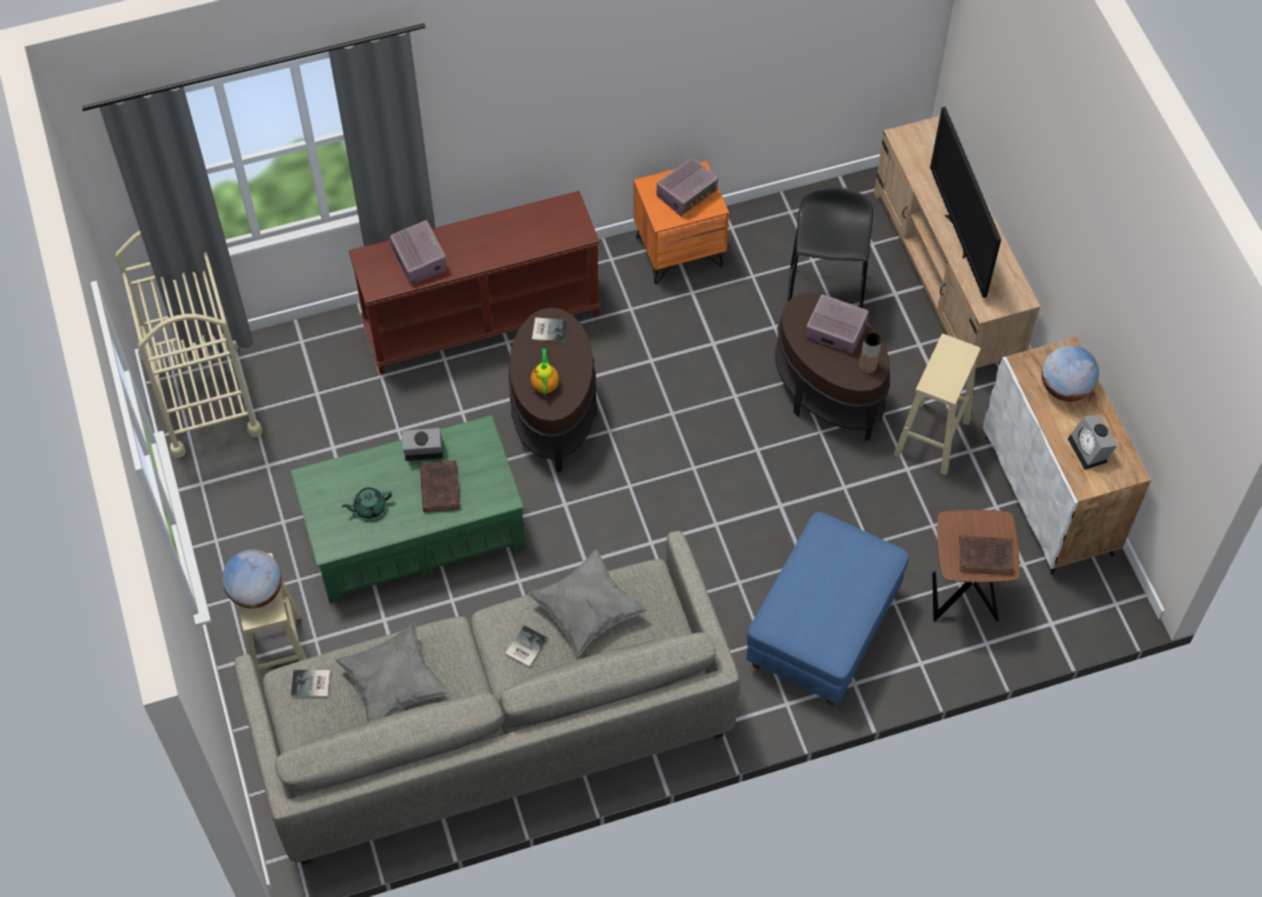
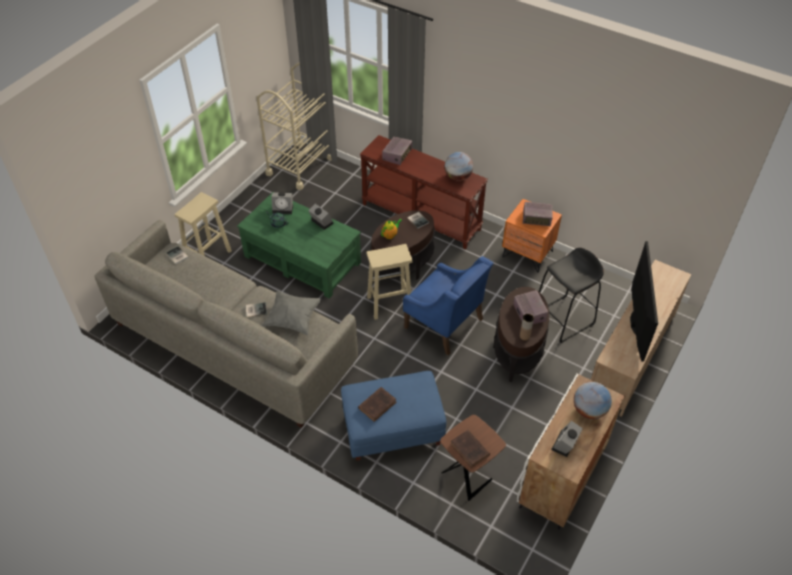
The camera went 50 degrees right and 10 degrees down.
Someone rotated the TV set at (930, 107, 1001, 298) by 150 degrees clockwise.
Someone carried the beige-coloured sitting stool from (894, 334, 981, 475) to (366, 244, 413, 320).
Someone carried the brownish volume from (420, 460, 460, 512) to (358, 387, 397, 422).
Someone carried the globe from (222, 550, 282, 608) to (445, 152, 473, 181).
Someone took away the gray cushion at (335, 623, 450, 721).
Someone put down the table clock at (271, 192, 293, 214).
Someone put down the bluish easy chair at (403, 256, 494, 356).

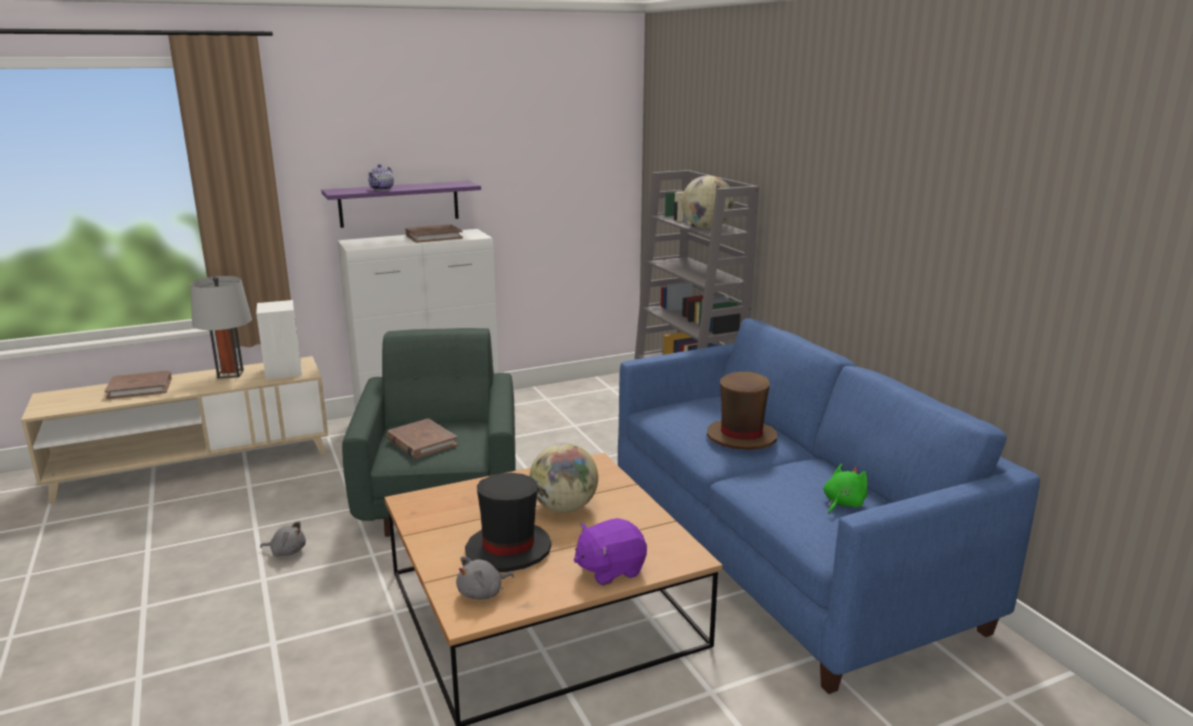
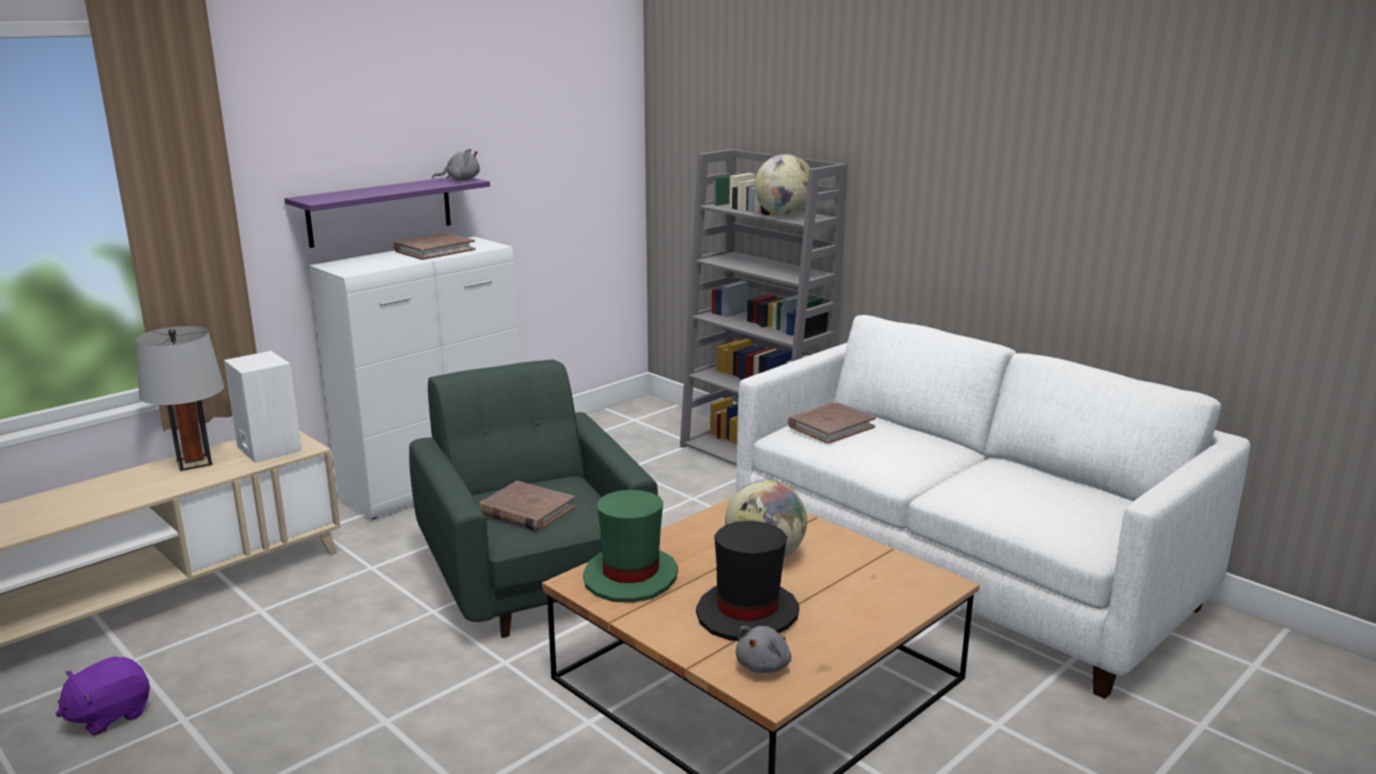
The camera went 20 degrees left and 0 degrees up.
Someone took away the teapot at (368, 164, 394, 191).
Someone repainted the bluish settee at (618, 319, 1040, 694), which became the white-coloured settee at (736, 315, 1250, 699).
Someone carried the brownish volume from (105, 370, 172, 399) to (788, 402, 876, 444).
Someone took away the brownish clothing hat at (707, 372, 777, 450).
Someone took away the green cuddly toy at (824, 464, 868, 514).
Someone carried the purple cuddly toy from (574, 518, 647, 586) to (56, 656, 150, 736).
Someone carried the gray cuddly toy from (260, 521, 306, 556) to (432, 149, 480, 181).
Someone put down the green clothing hat at (583, 490, 678, 603).

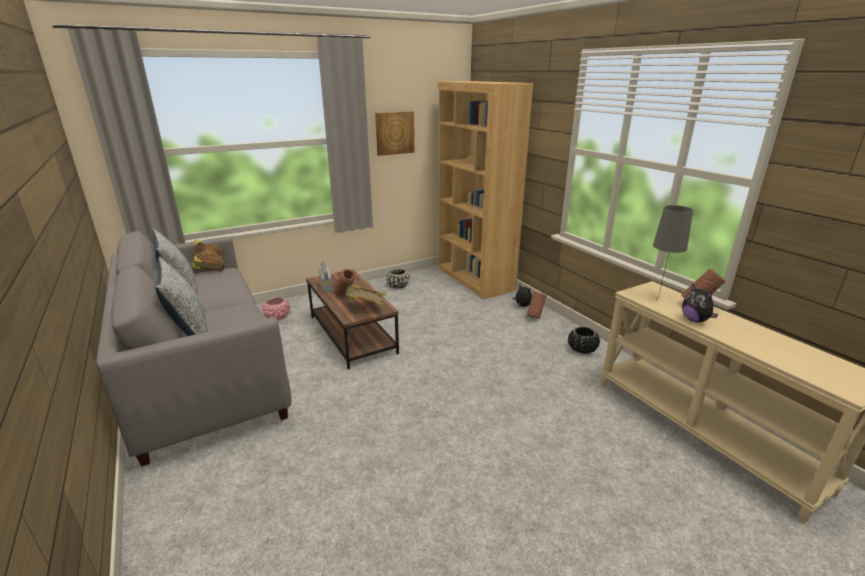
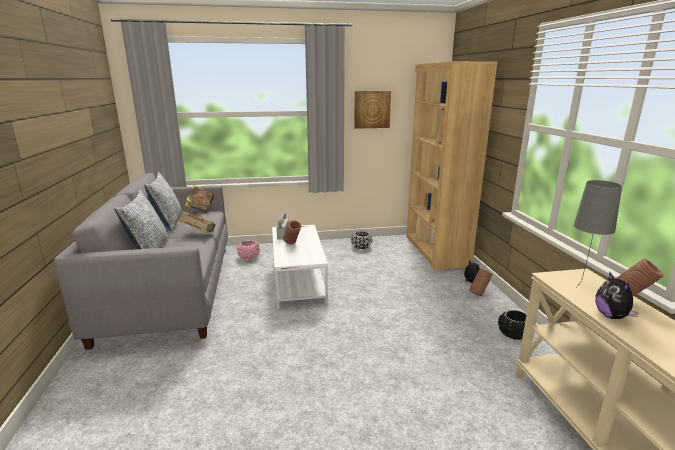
The camera went 20 degrees right and 5 degrees down.
Someone repainted the brownish lounge table at (306, 269, 399, 369), which became the white-coloured lounge table at (272, 225, 328, 309).
Someone carried the volume from (344, 285, 386, 305) to (178, 211, 216, 233).

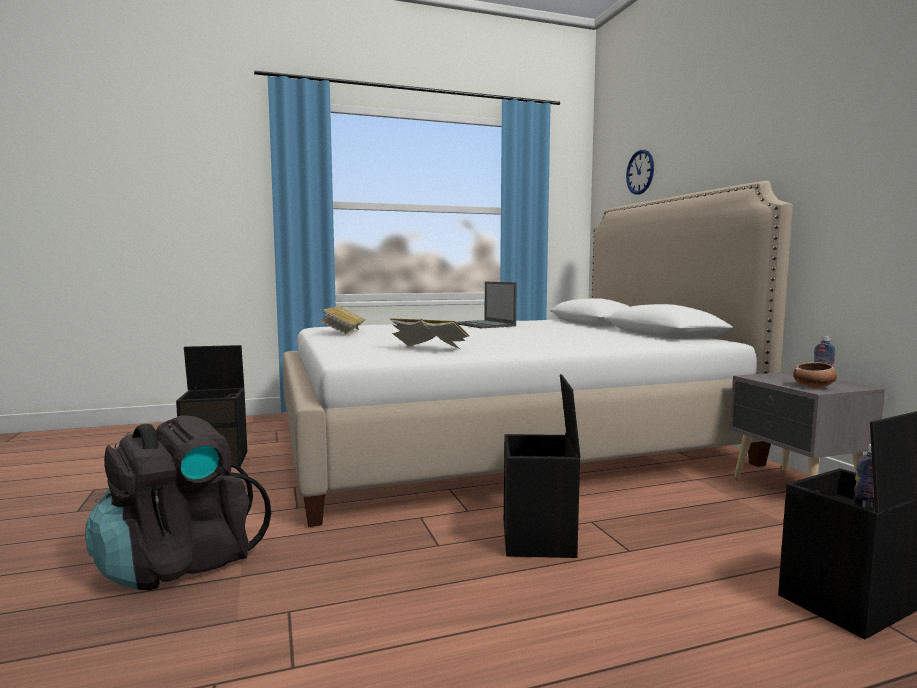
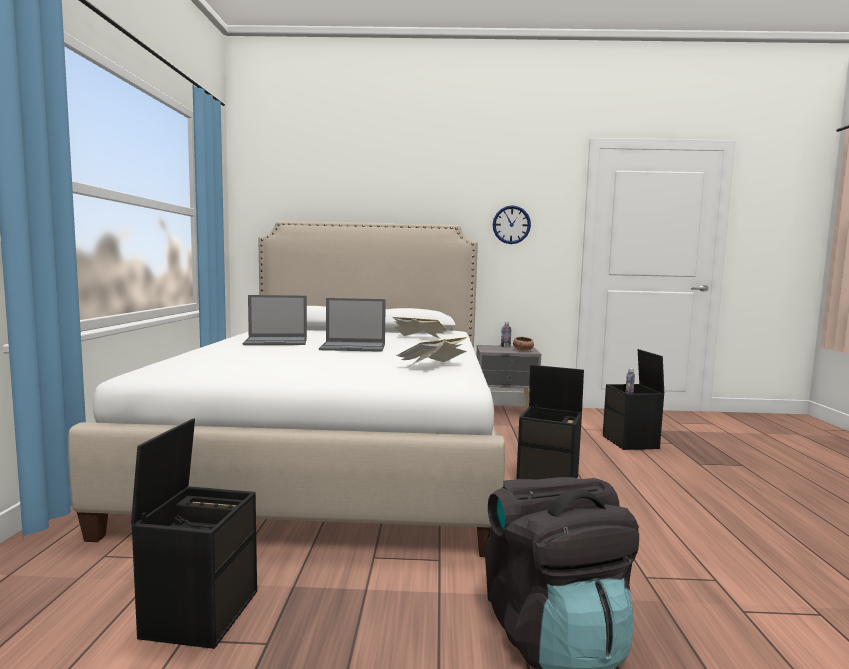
The camera went 70 degrees left and 0 degrees up.
Someone carried the hanging clock from (626, 150, 654, 195) to (493, 205, 531, 244).
Someone carried the volume from (320, 306, 366, 335) to (393, 317, 446, 339).
Someone put down the laptop at (319, 298, 386, 352).

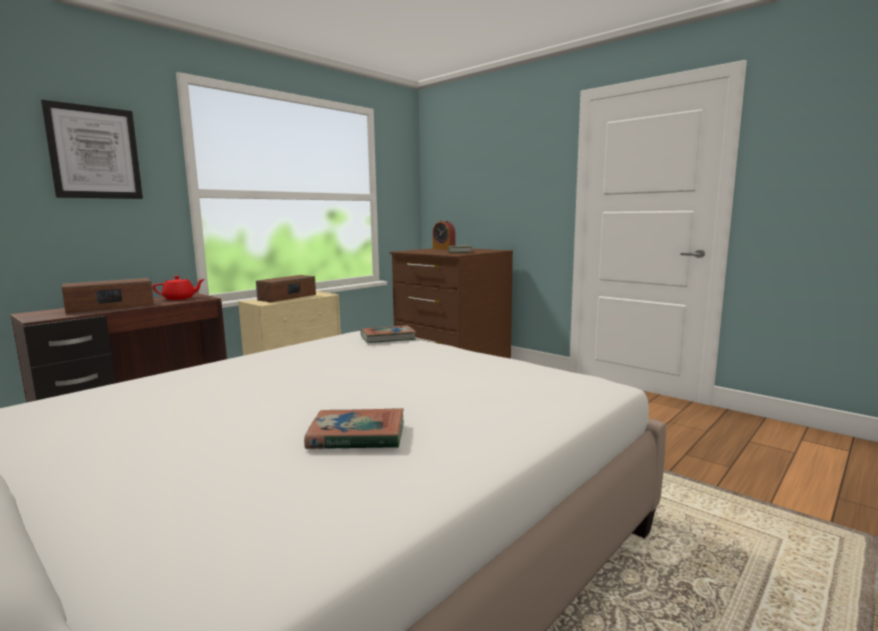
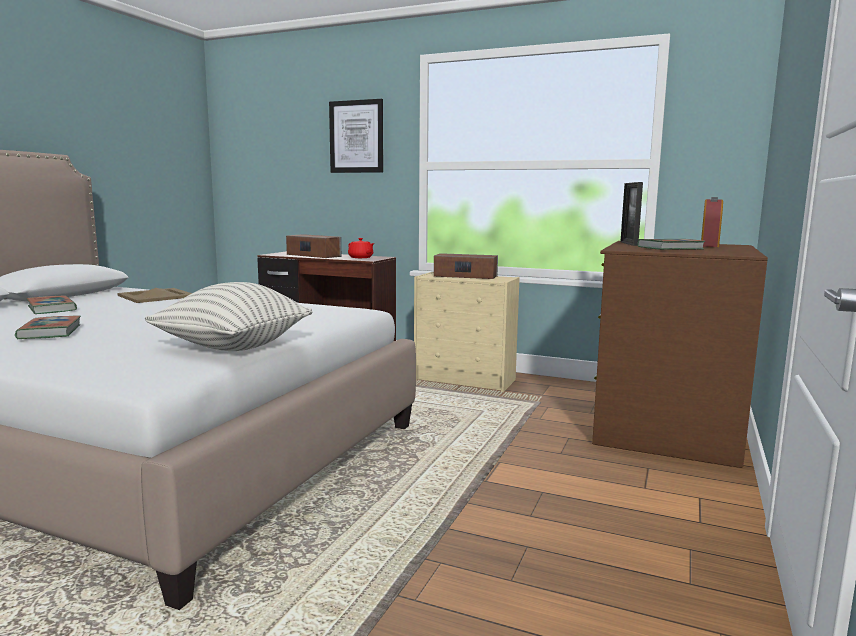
The camera went 70 degrees right and 0 degrees up.
Someone carried the volume from (361, 325, 416, 343) to (26, 296, 77, 314).
Someone put down the picture frame at (620, 182, 643, 246).
Someone put down the cushion at (145, 282, 313, 351).
Someone put down the beige-coloured serving tray at (117, 288, 192, 303).

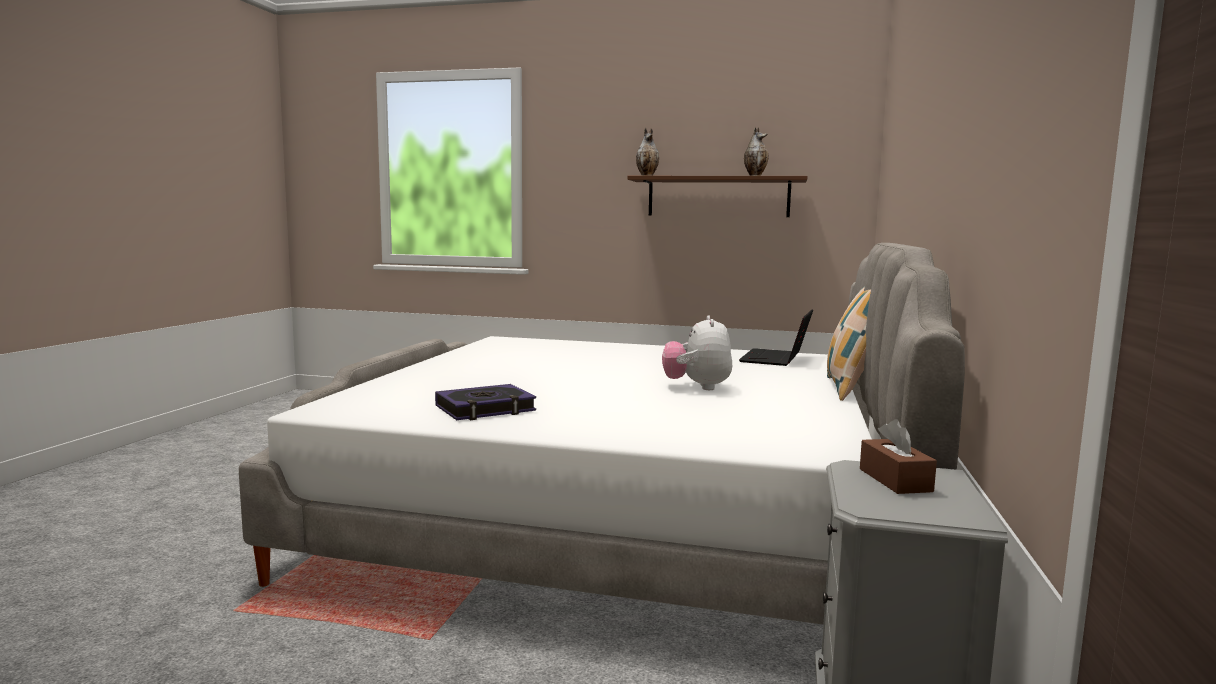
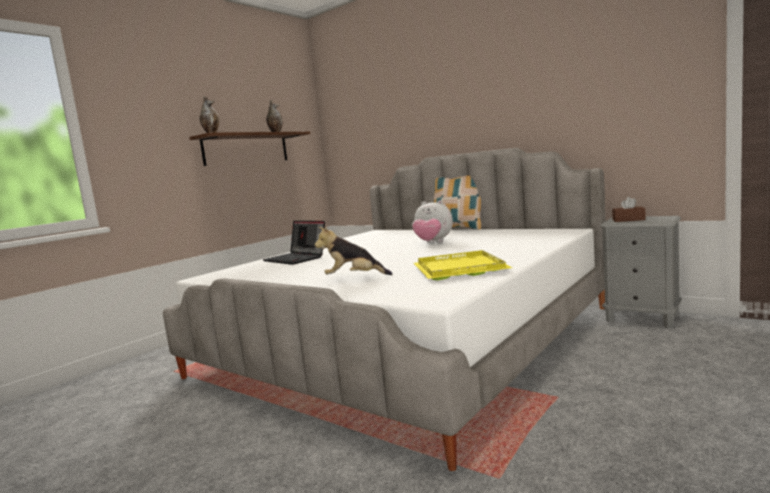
The camera went 65 degrees left and 0 degrees up.
Someone carried the laptop from (739, 309, 813, 366) to (263, 221, 325, 265).
Someone swapped the volume at (435, 384, 536, 420) for the yellow serving tray at (414, 250, 512, 281).
Someone put down the cuddly toy at (315, 226, 392, 275).

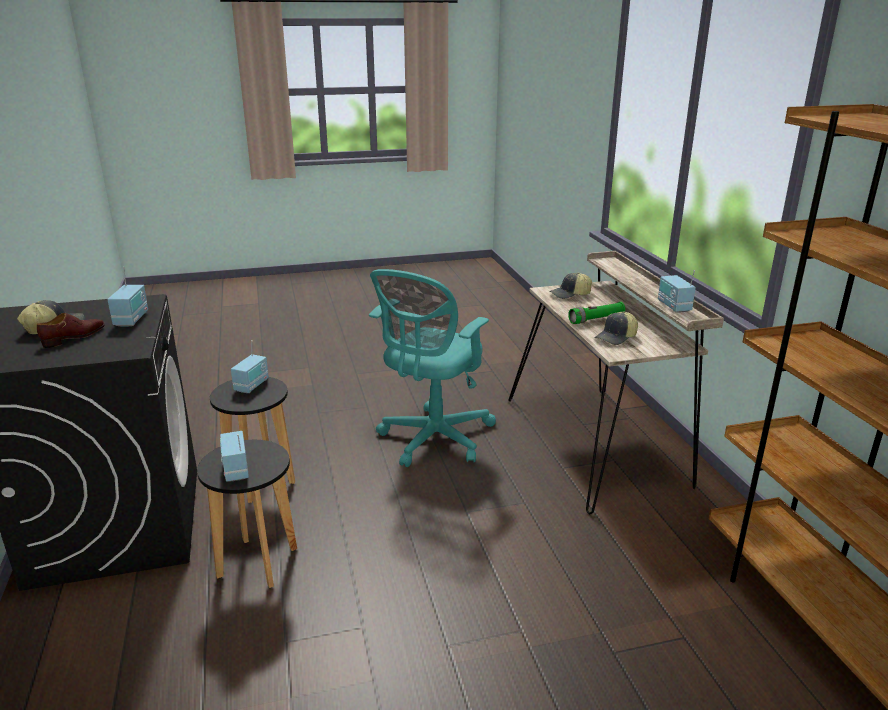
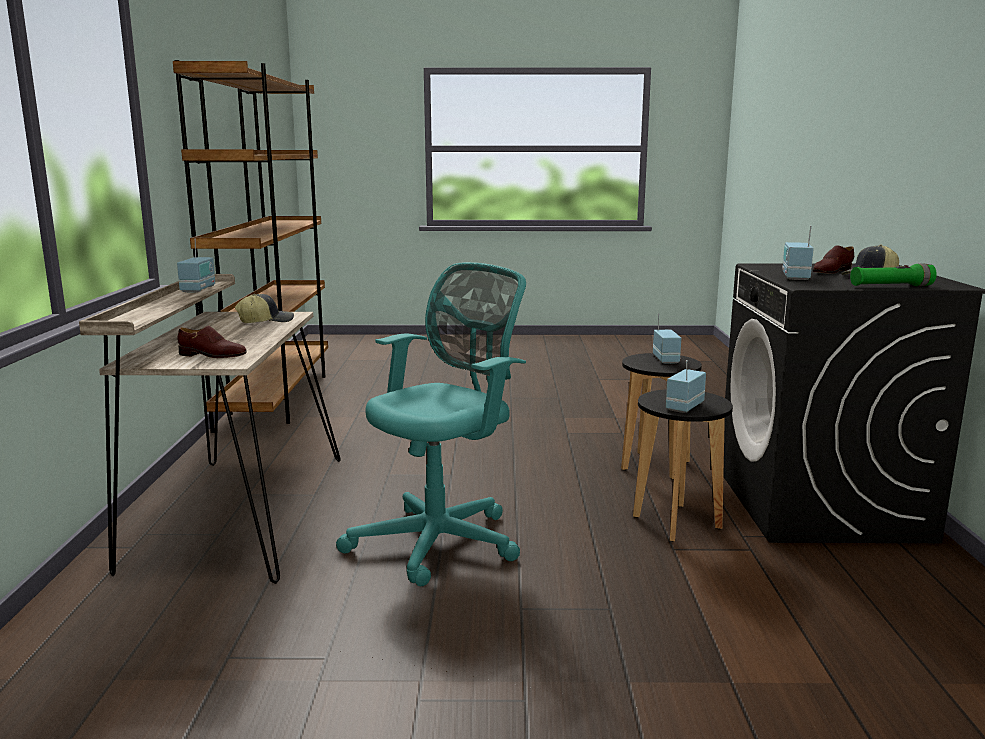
The camera went 165 degrees left and 10 degrees down.
Someone swapped the cap at (549, 272, 592, 299) for the brownish item of footwear at (178, 325, 247, 358).
Someone carried the green torch from (568, 302, 625, 324) to (850, 264, 937, 286).

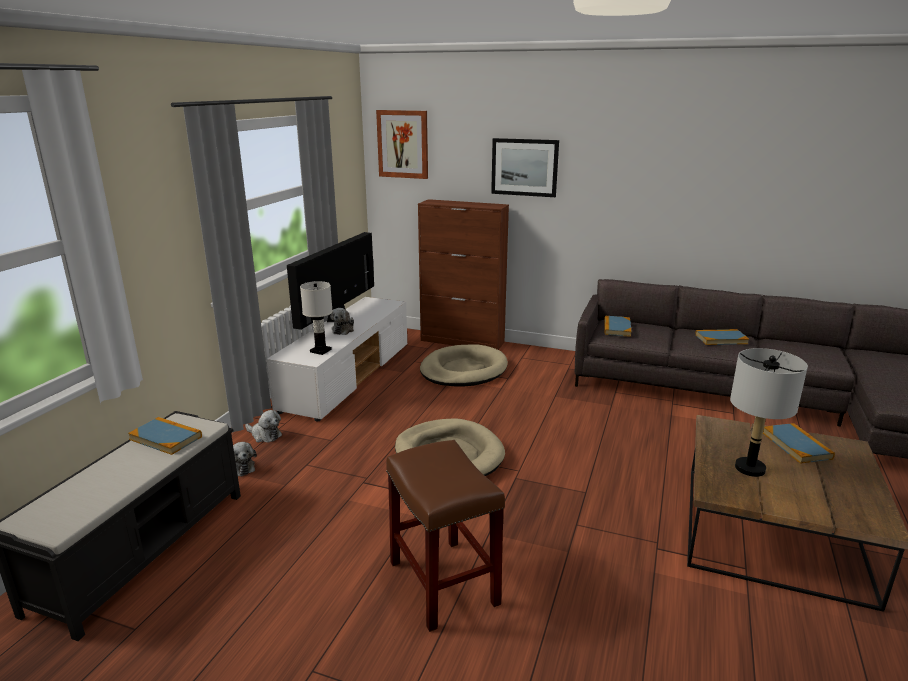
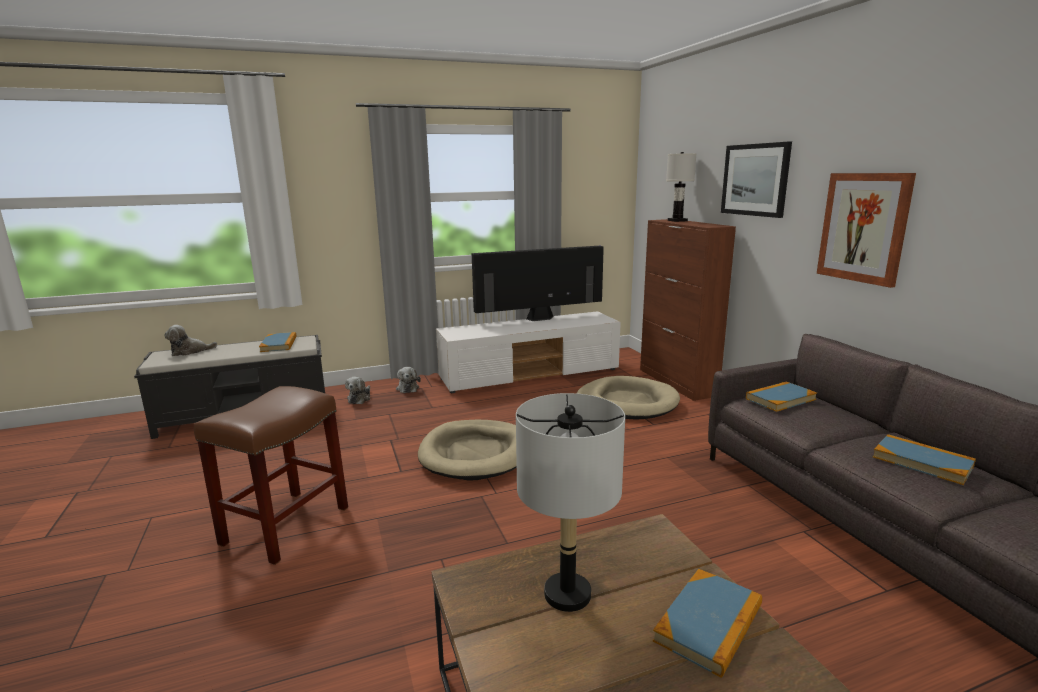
The camera went 50 degrees right and 5 degrees down.
Someone carried the picture from (376, 110, 428, 179) to (817, 173, 916, 288).
Someone carried the white-coloured lamp for a table from (300, 281, 333, 355) to (666, 152, 697, 222).
Someone carried the cuddly toy from (330, 308, 354, 335) to (164, 325, 217, 356).

